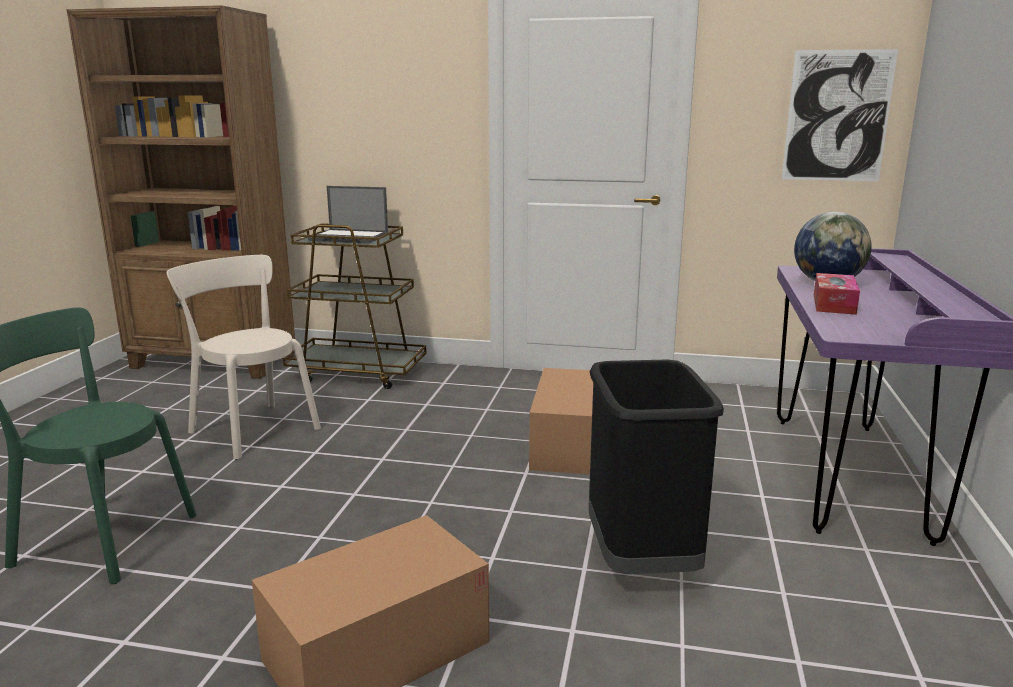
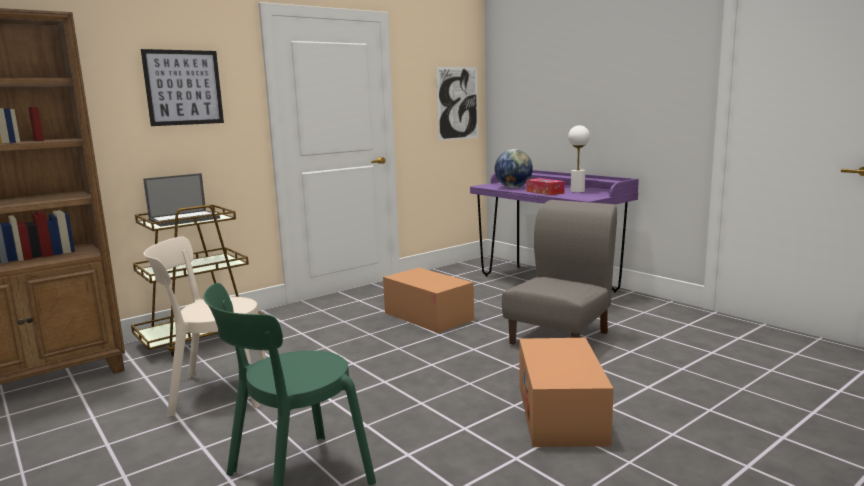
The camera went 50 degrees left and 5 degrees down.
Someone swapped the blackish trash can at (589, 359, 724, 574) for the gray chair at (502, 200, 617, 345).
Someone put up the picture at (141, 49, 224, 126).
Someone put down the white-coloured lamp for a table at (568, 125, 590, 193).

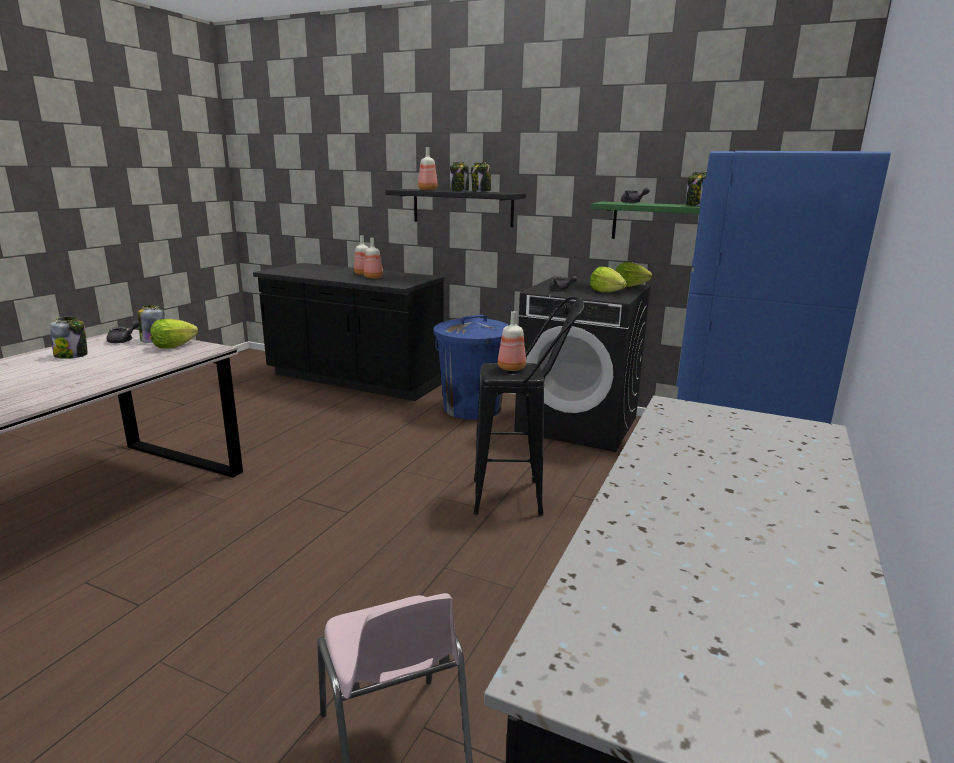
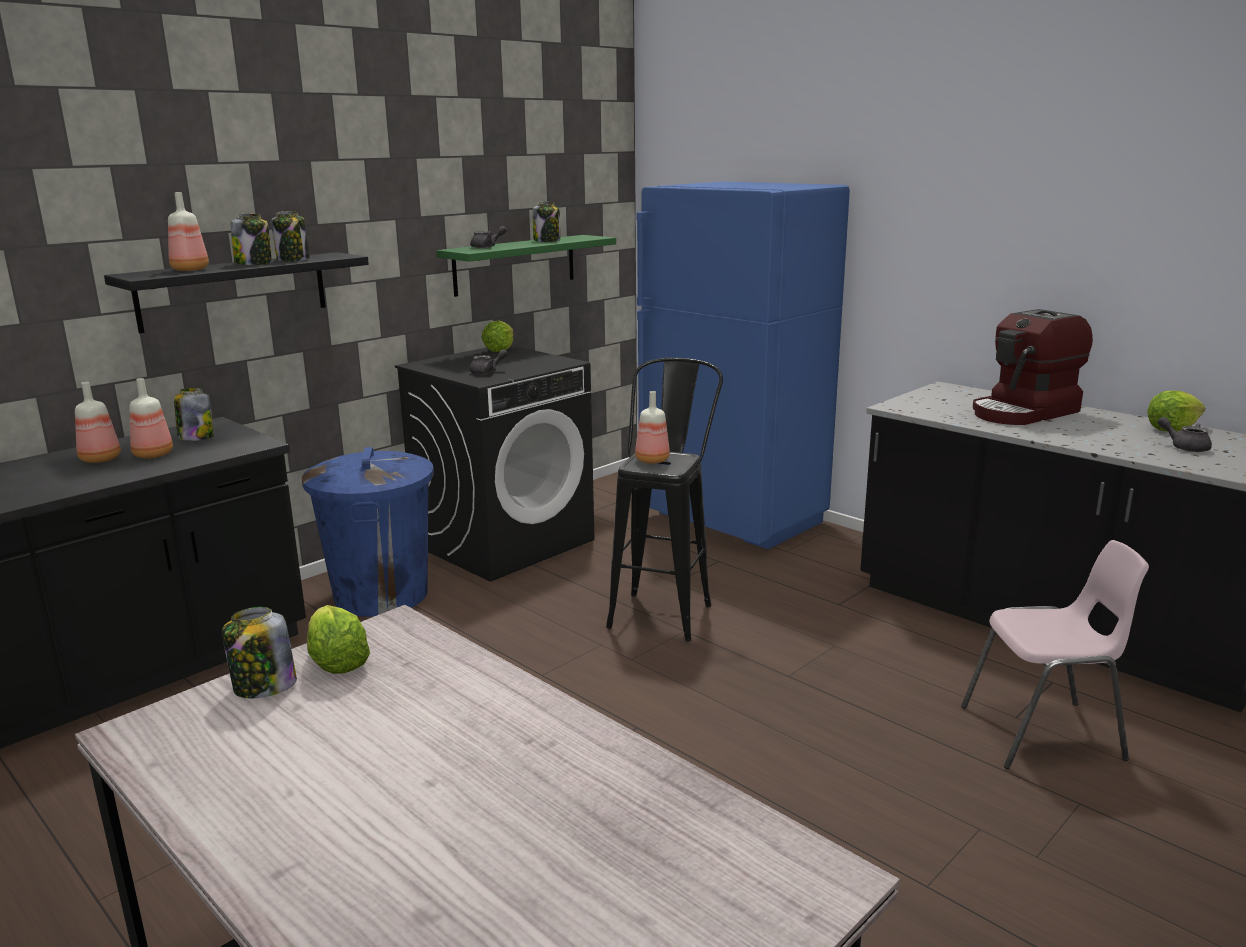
The camera went 70 degrees left and 0 degrees up.
Someone carried the head of lettuce from (590, 266, 627, 293) to (1147, 391, 1205, 432).
Someone carried the jar from (50, 317, 88, 359) to (174, 388, 214, 441).
Someone carried the gray teapot from (107, 320, 139, 343) to (1157, 417, 1212, 452).
Someone put down the coffee maker at (973, 309, 1093, 425).

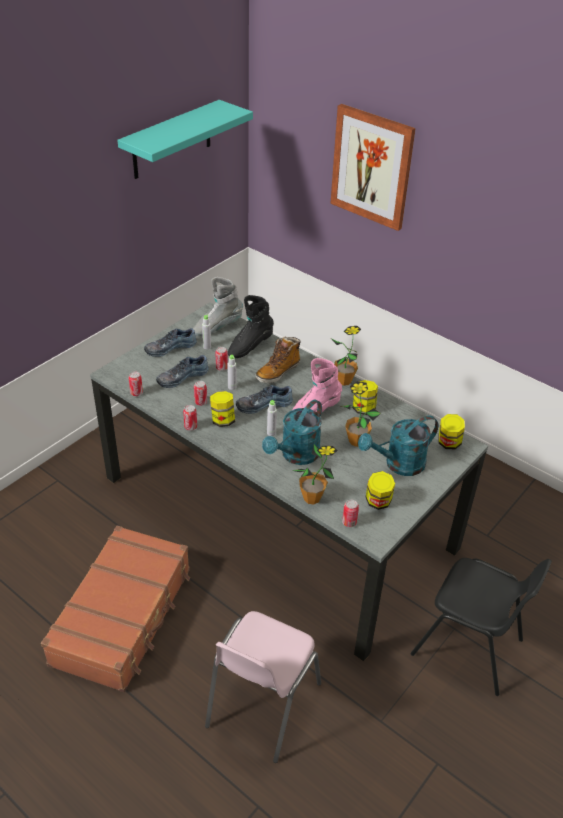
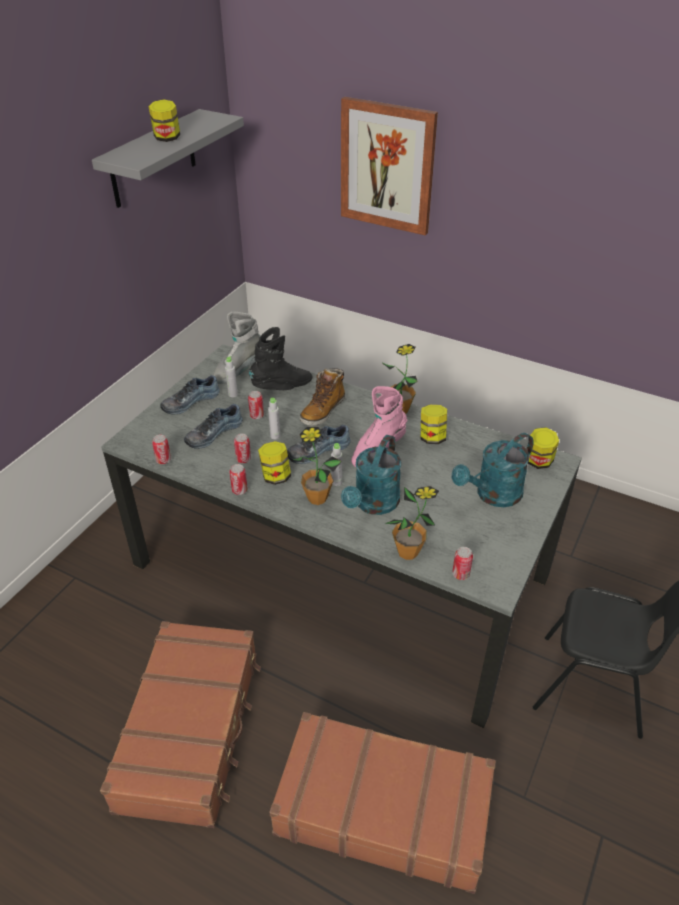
The camera went 10 degrees left and 0 degrees up.
Someone repainted the turquoise shelf at (117, 100, 253, 179), which became the gray shelf at (92, 109, 244, 208).
Someone rotated the blackish boot at (228, 295, 274, 359) by 150 degrees counterclockwise.
Someone carried the plant in a pot from (340, 381, 381, 447) to (291, 427, 342, 505).
Someone carried the jar from (366, 471, 395, 510) to (149, 99, 180, 142).
Someone swapped the pink chair at (205, 611, 321, 763) for the brownish travel case at (270, 712, 496, 894).

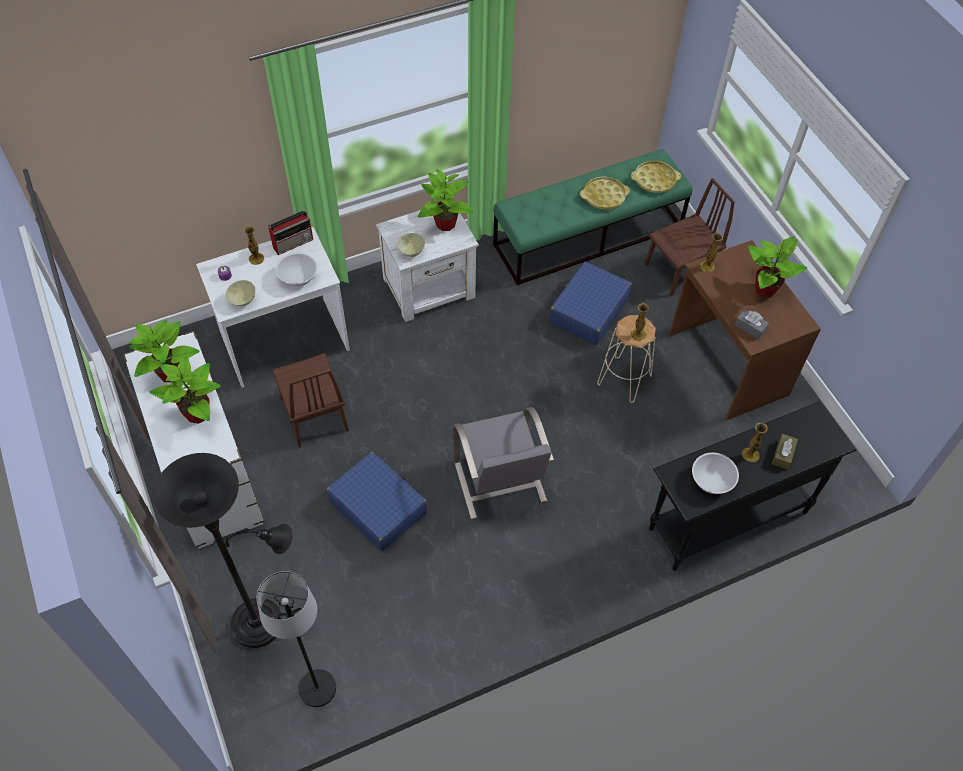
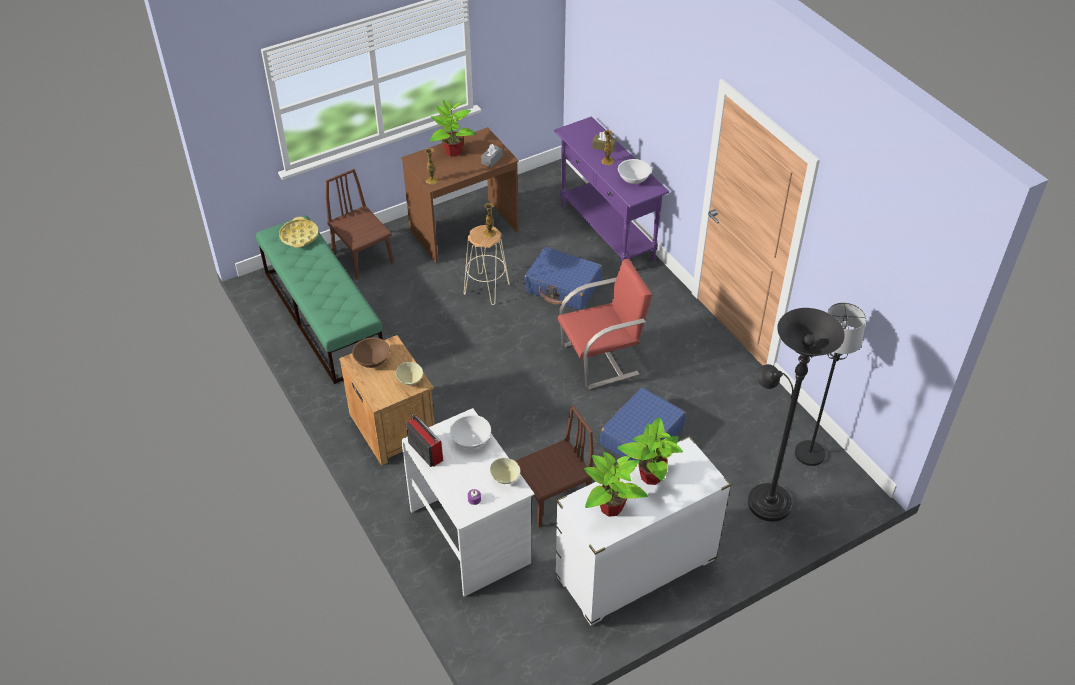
The camera went 95 degrees left and 10 degrees down.
Someone swapped the plant in a pot at (418, 169, 473, 231) for the brownish bowl at (352, 337, 390, 368).
Someone took away the yellow serving tray at (580, 176, 630, 210).
Someone repainted the white-coloured nightstand at (376, 210, 479, 322), which became the brownish nightstand at (339, 335, 435, 466).
Someone took away the decorative vase at (244, 226, 264, 265).
Someone carried the bluish travel case from (549, 262, 632, 345) to (524, 247, 602, 310).
Someone repainted the blackish hall table at (649, 401, 856, 571), which became the purple hall table at (554, 117, 669, 264).
Someone repainted the gray chair at (453, 407, 554, 519), which became the red chair at (558, 259, 652, 390).

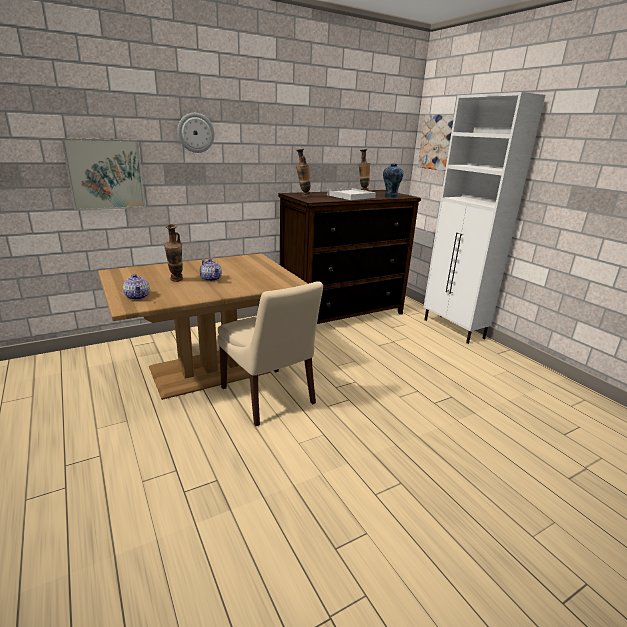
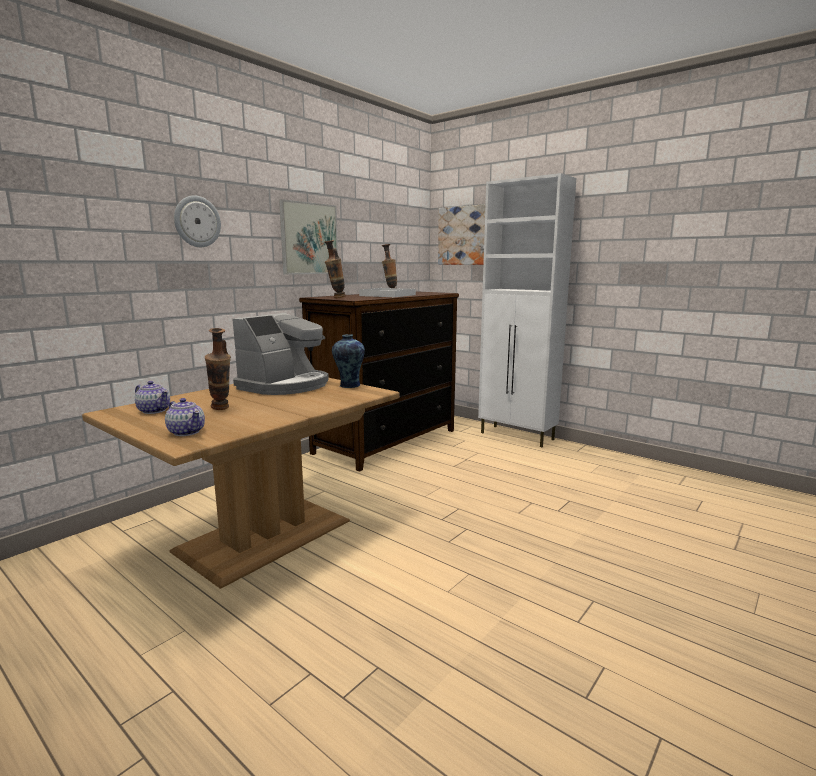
The camera went 20 degrees left and 10 degrees down.
Someone carried the picture from (61, 138, 146, 211) to (279, 199, 338, 275).
Someone carried the decorative vase from (383, 164, 403, 198) to (332, 334, 365, 388).
Someone carried the teapot from (200, 259, 222, 281) to (135, 381, 170, 414).
Someone took away the beige-coloured chair at (217, 281, 323, 426).
Someone put down the coffee maker at (232, 313, 329, 395).

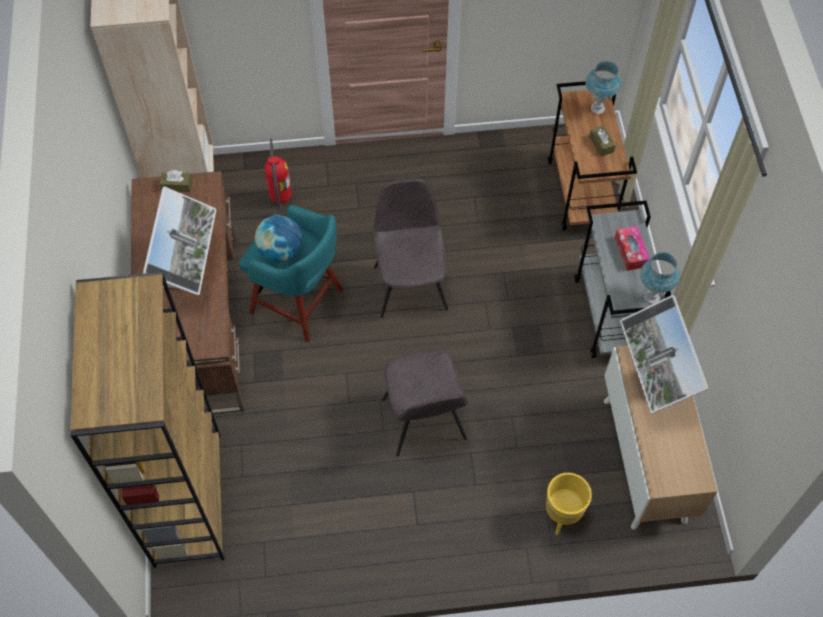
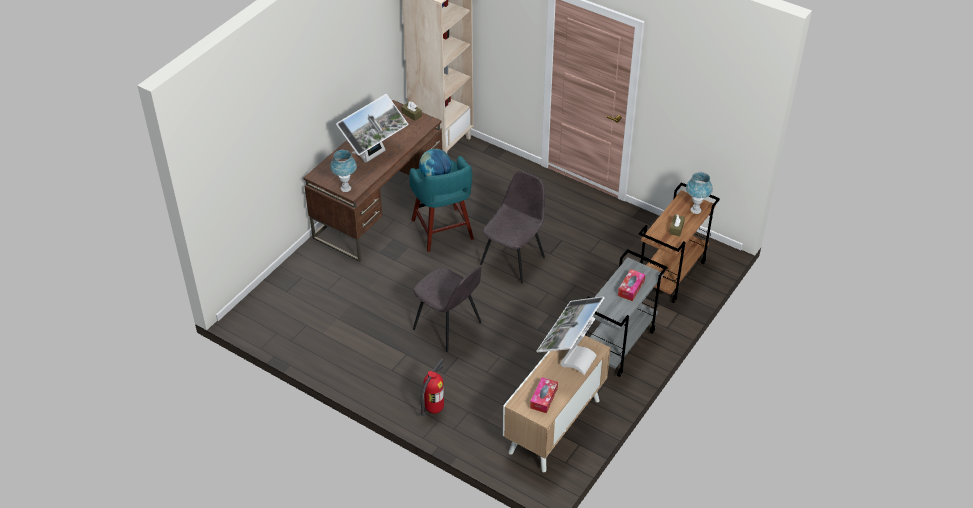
The camera went 40 degrees right and 15 degrees down.
Someone carried the fire extinguisher from (265, 139, 292, 211) to (421, 358, 444, 416).
Someone carried the bluish lamp for a table from (640, 252, 680, 304) to (330, 150, 357, 192).
Someone took away the brownish shelving unit at (70, 272, 224, 568).
Someone rotated the gray chair at (382, 349, 468, 456) by 75 degrees counterclockwise.
Someone took away the yellow planter at (546, 473, 592, 535).
Someone put down the box of tissues at (530, 377, 558, 413).

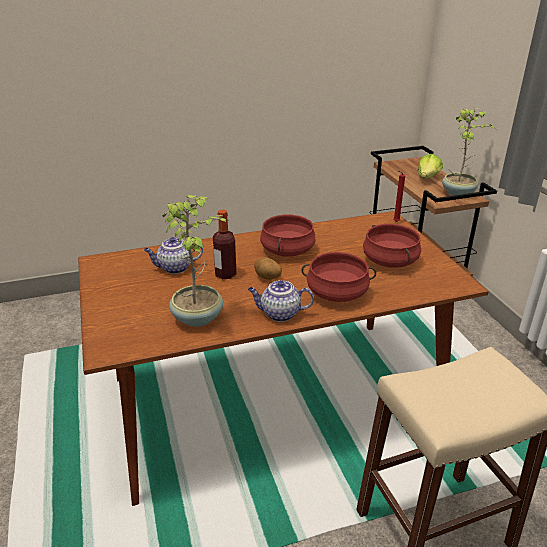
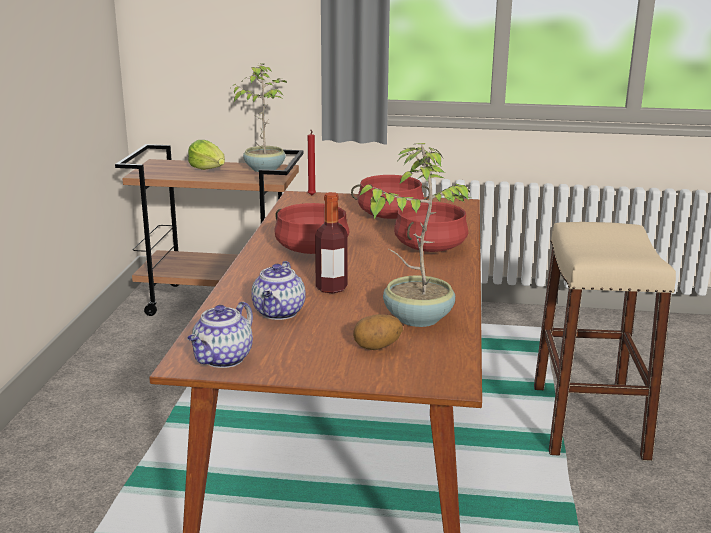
The camera went 65 degrees left and 10 degrees down.
Someone carried the potato from (254, 257, 282, 280) to (353, 314, 403, 350).
Someone carried the teapot from (248, 280, 314, 322) to (187, 302, 253, 368).

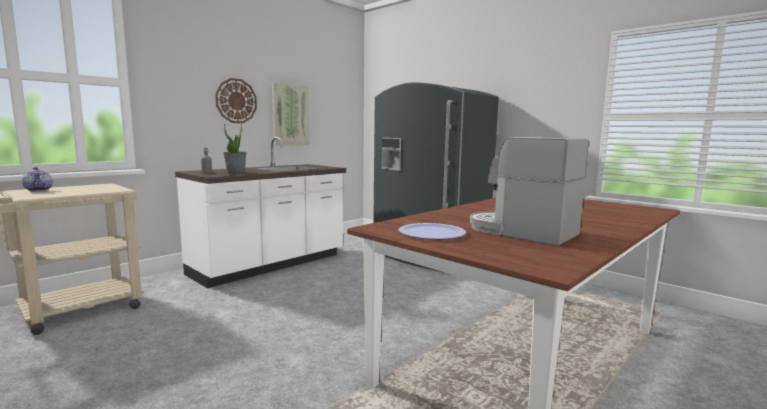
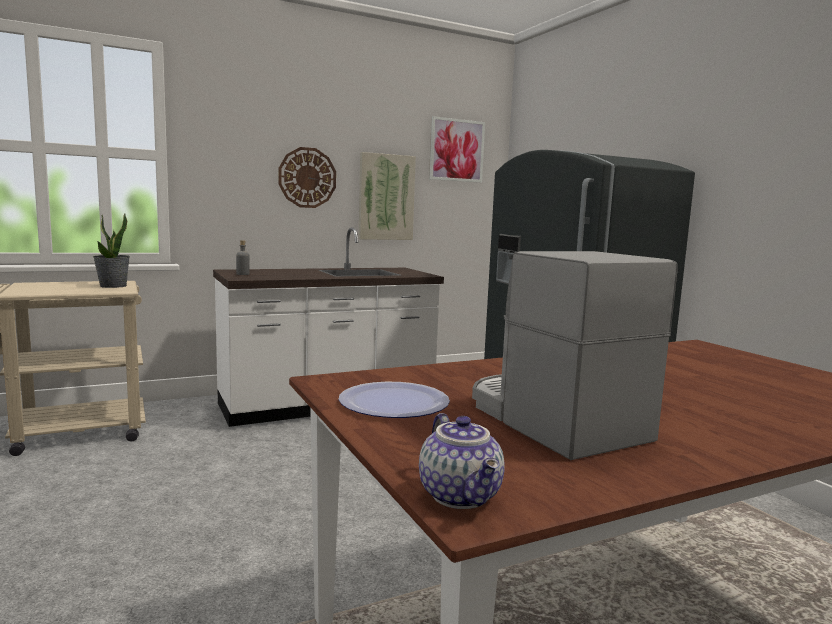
The camera went 20 degrees right and 0 degrees up.
Someone carried the plant in a pot from (223, 123, 247, 174) to (93, 213, 130, 288).
Someone carried the teapot from (22, 167, 53, 192) to (419, 413, 505, 509).
Someone put up the picture at (429, 116, 485, 183).

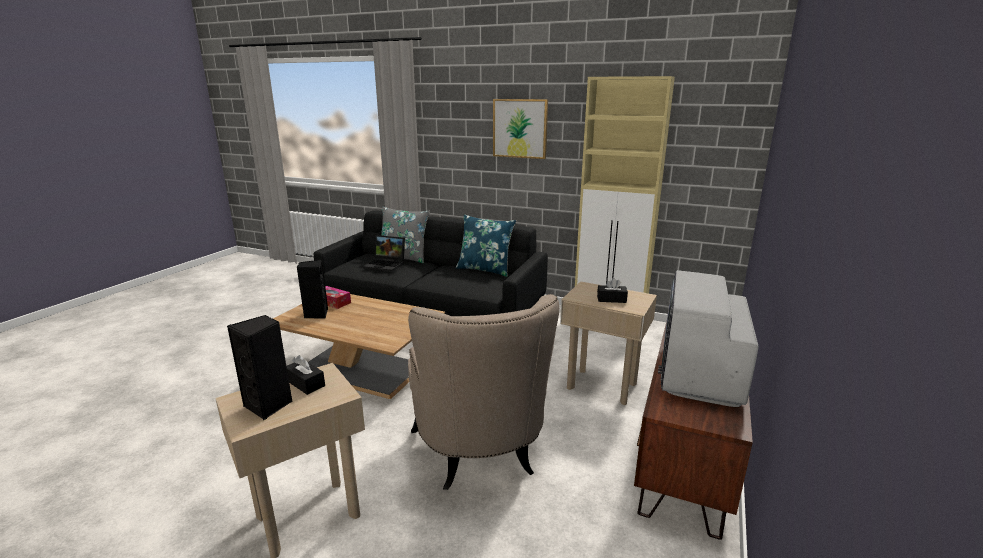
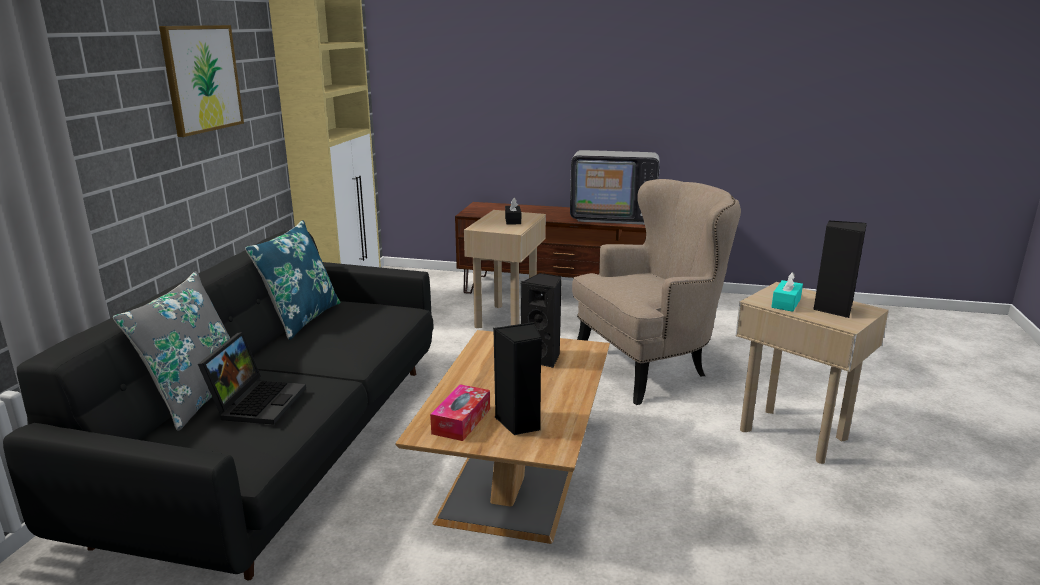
The camera went 100 degrees left and 0 degrees up.
Someone repainted the blackish box of tissues at (286, 355, 325, 395), which became the turquoise box of tissues at (772, 272, 803, 312).
Someone put down the blackish speaker at (521, 273, 562, 368).

